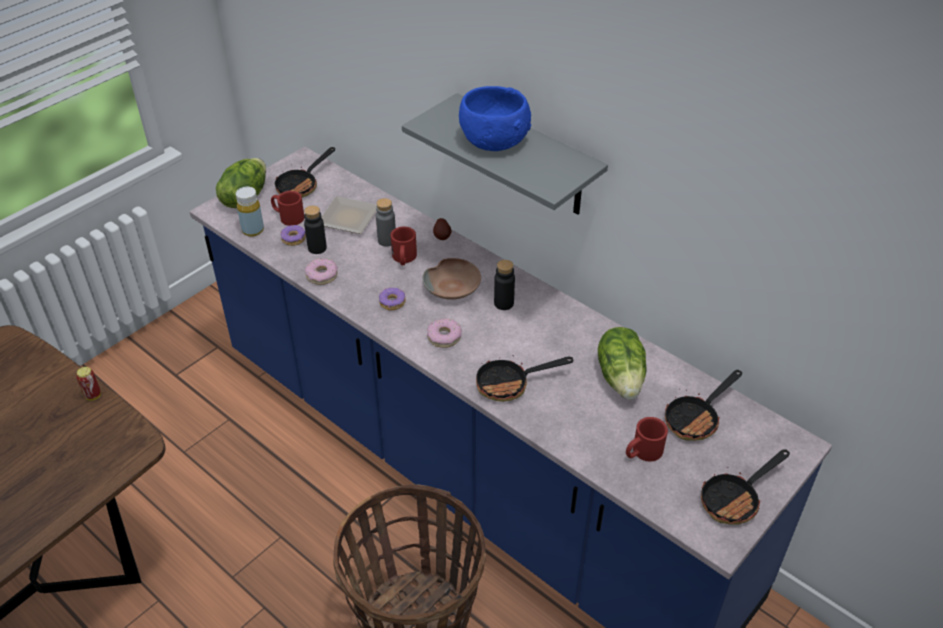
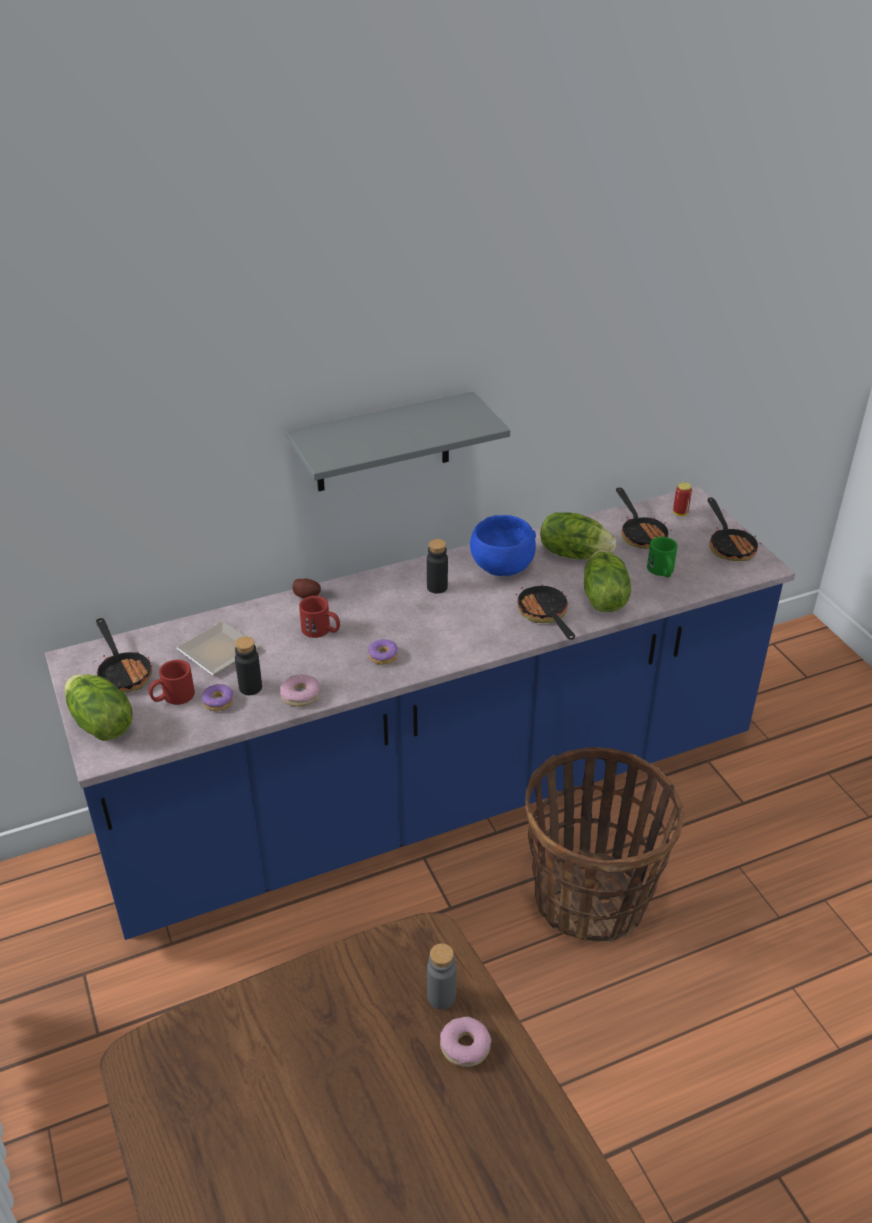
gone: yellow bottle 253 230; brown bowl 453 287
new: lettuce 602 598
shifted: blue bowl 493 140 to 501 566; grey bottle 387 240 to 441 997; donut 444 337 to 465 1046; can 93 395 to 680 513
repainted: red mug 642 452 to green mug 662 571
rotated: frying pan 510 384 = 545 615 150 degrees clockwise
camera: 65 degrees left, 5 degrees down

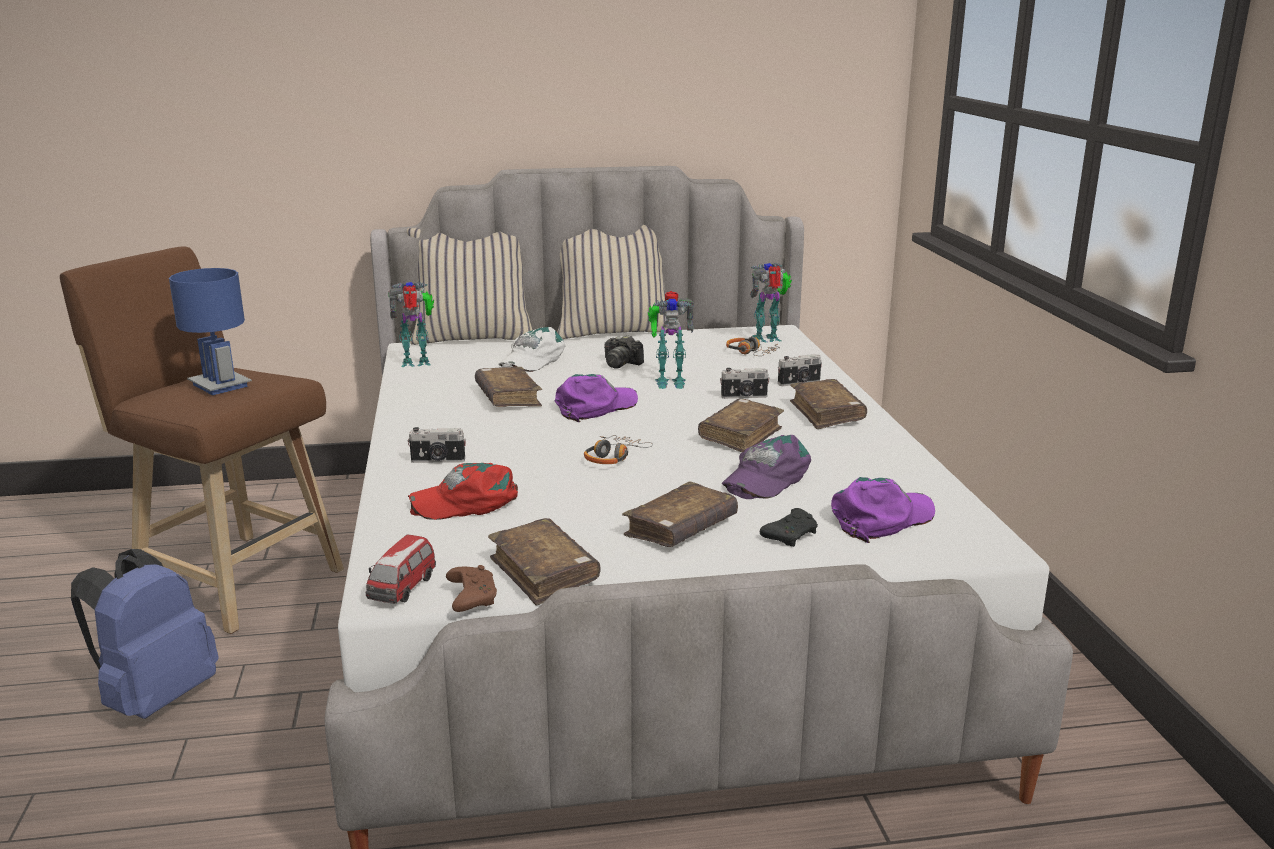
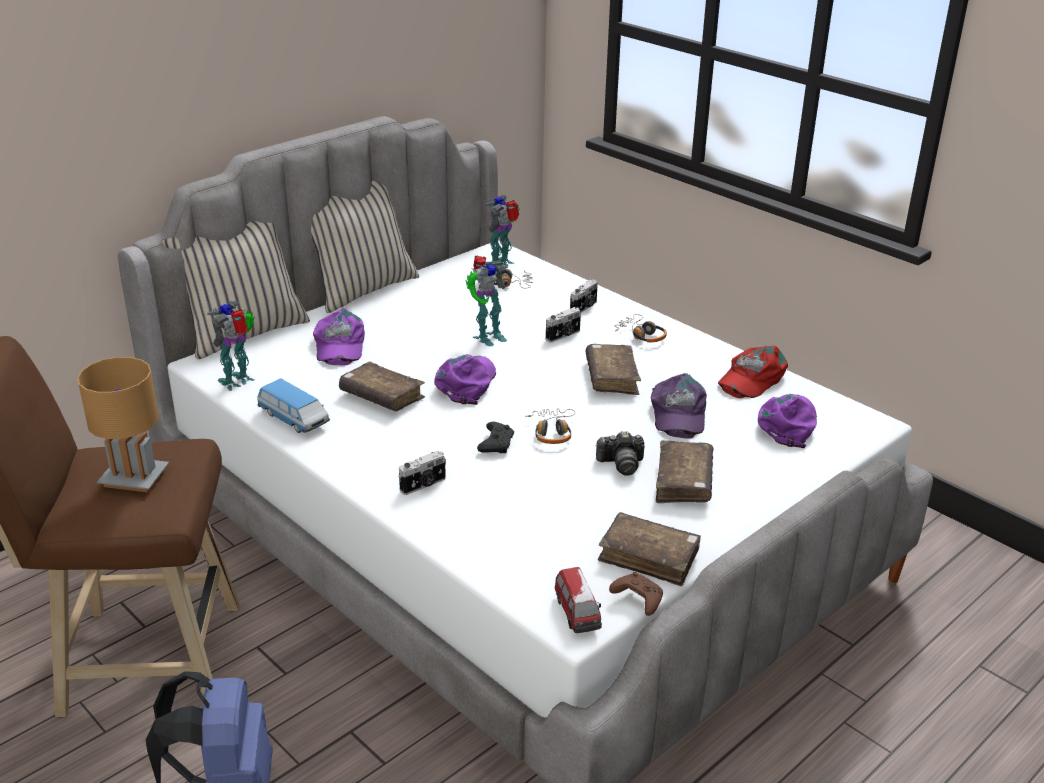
new: toy car 294 419
shifted: photo camera 621 363 to 621 464; red cap 467 502 to 751 378; black game controller 791 535 to 496 444
swapped: brown book 826 413 to headphones 641 335
repainted: blue table lamp 219 386 to brown table lamp 134 478; white cap 531 360 to purple cap 338 345
camera: 35 degrees left, 10 degrees up

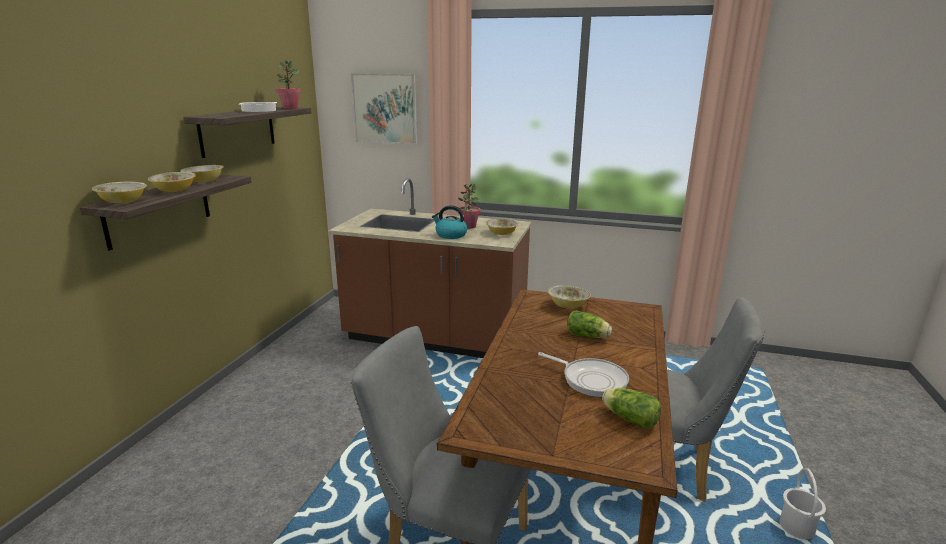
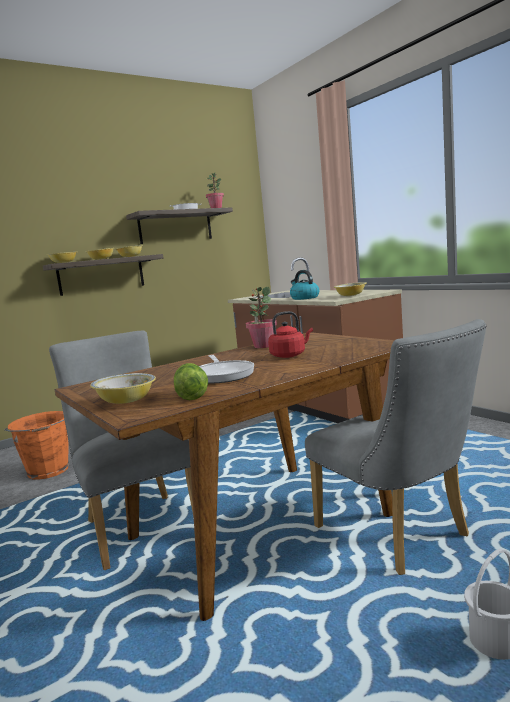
gone: picture 385 108
new: orange bucket 48 471
shifted: potted plant 468 226 to 263 346; bowl 568 305 to 126 401
swapped: lettuce 588 336 to red kettle 289 355
camera: 40 degrees right, 10 degrees down

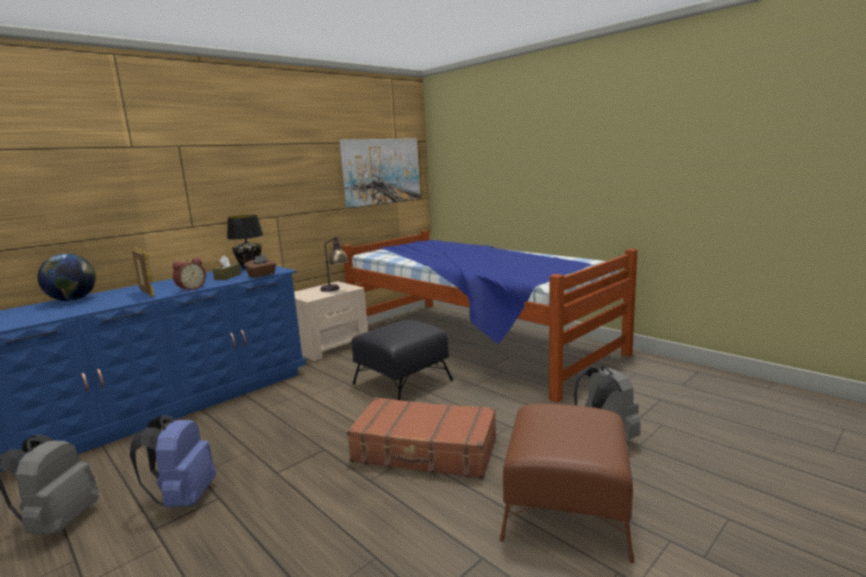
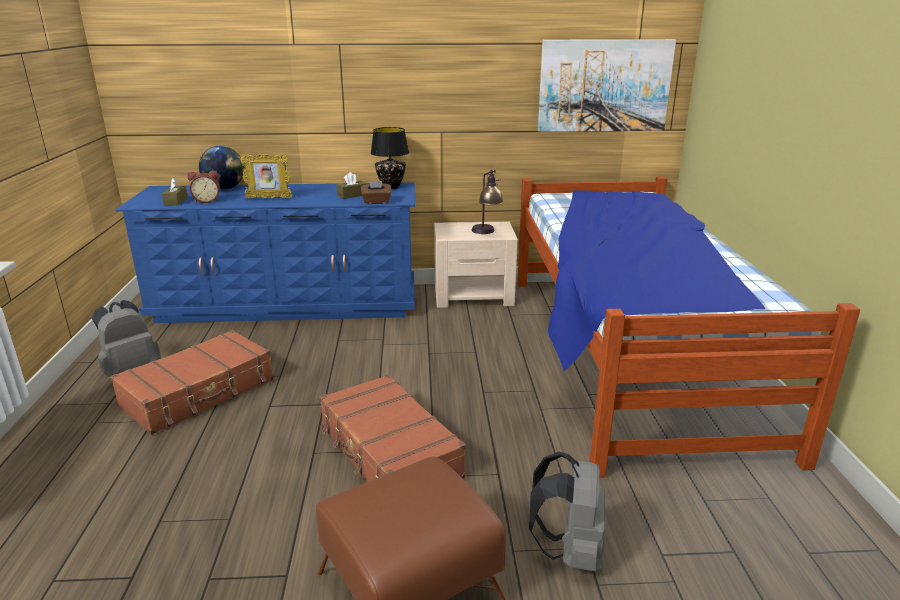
gone: black ottoman 401 382
new: brown tissue box 176 201
shifted: alarm clock 190 288 to 207 201
swapped: blue backpack 184 498 to brown suitcase 199 393
rotated: picture frame 147 294 = 269 198 90 degrees clockwise
camera: 40 degrees right, 10 degrees up

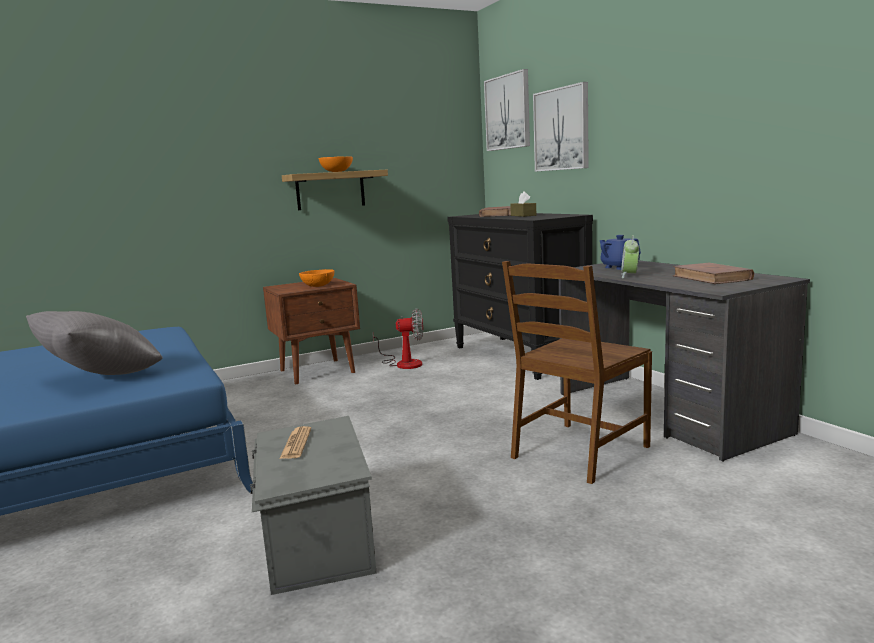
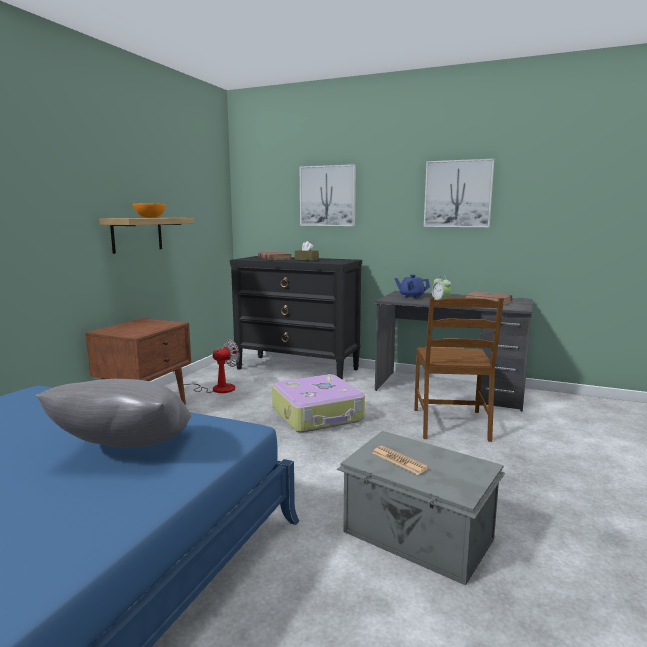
gone: orange bowl 318 286
new: suitcase 318 415
shifted: picture 508 112 to 458 194
camera: 40 degrees left, 0 degrees up

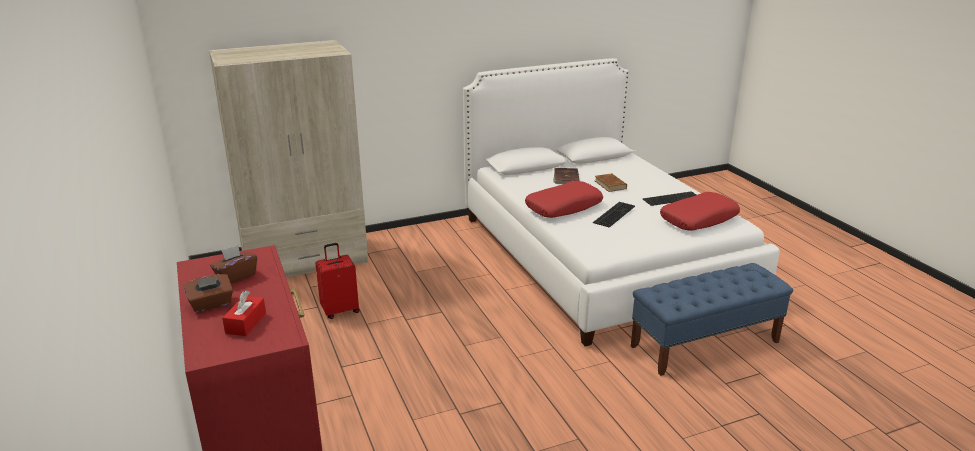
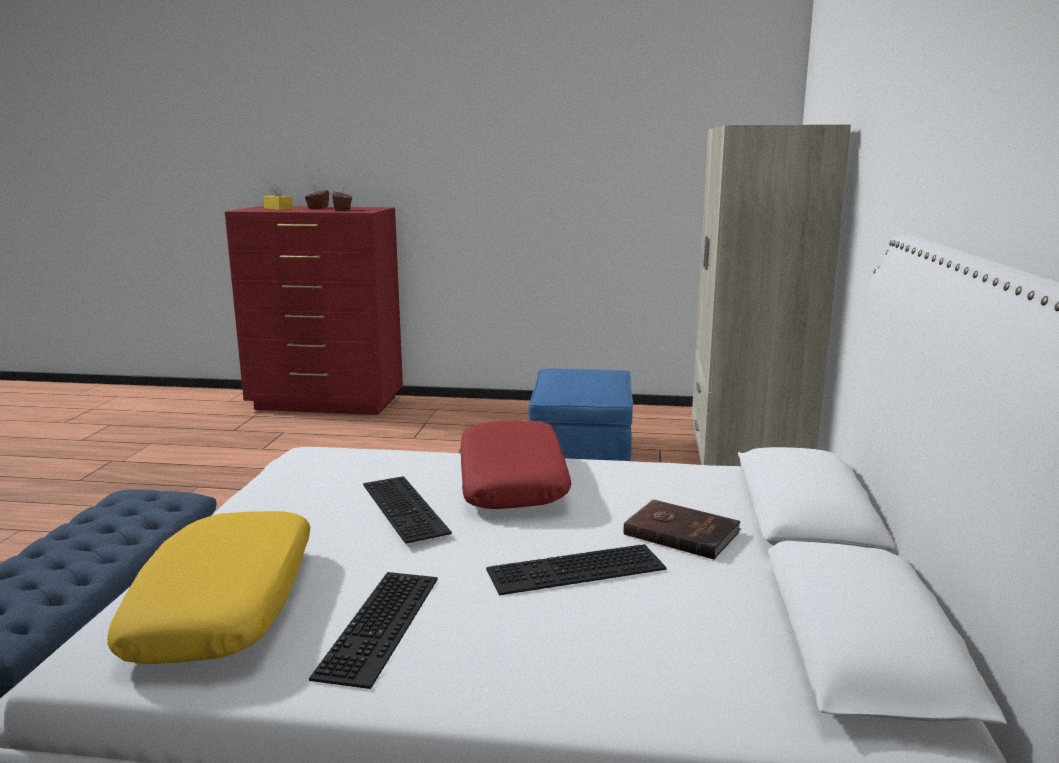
swapped: brown book 610 185 to keyboard 575 571; red suitcase 340 310 to blue ottoman 581 455
repainted: red pillow 698 219 to yellow pillow 225 605; red tissue box 246 323 to yellow tissue box 278 208
camera: 120 degrees right, 10 degrees down

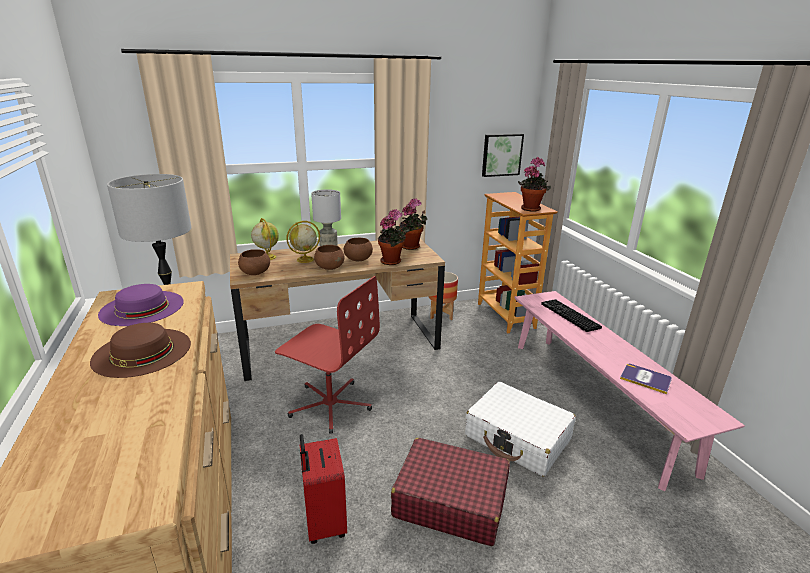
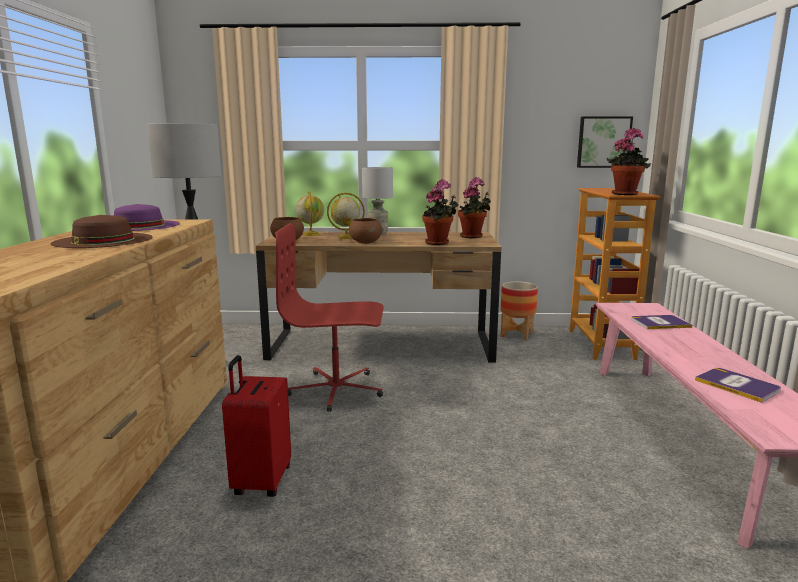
gone: brown bowl 358 260; white suitcase 518 438; red suitcase 450 500
swapped: keyboard 568 316 to book 660 323
rotated: red office chair 330 405 = 336 390 135 degrees clockwise
camera: 20 degrees right, 10 degrees down

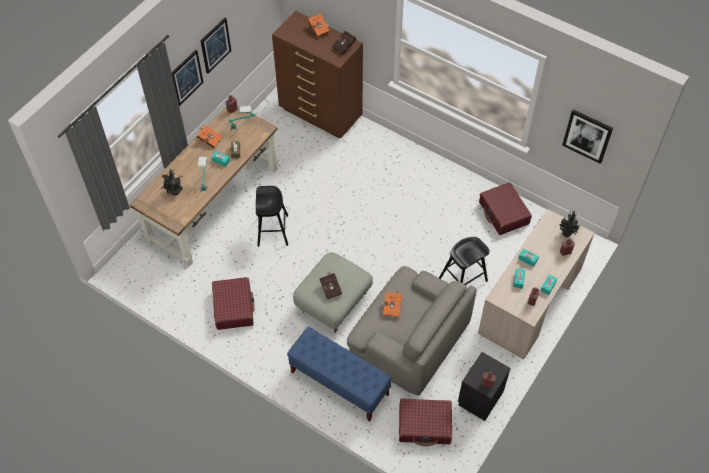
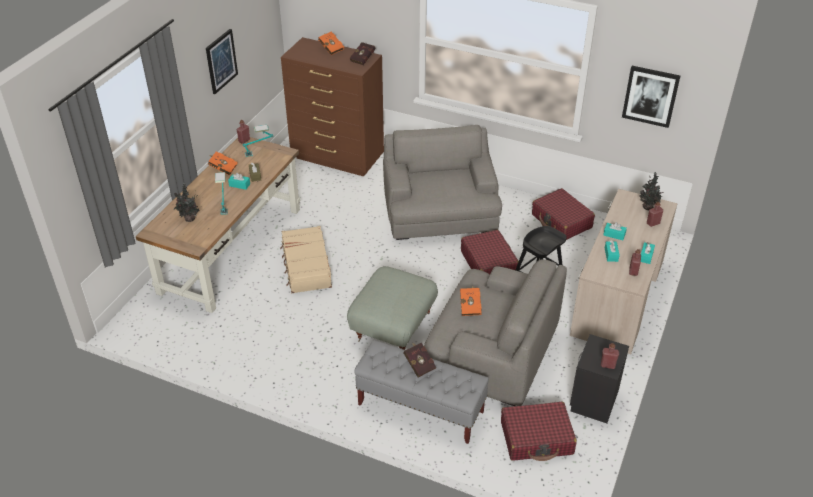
gone: picture 186 77
new: grey armchair 440 214
shifted: red book 330 288 to 419 364; red suitcase 233 307 to 488 263
swapped: black stool 273 230 to beige suitcase 306 266
repainted: blue bench 339 383 to grey bench 420 408
camera: 10 degrees left, 15 degrees down

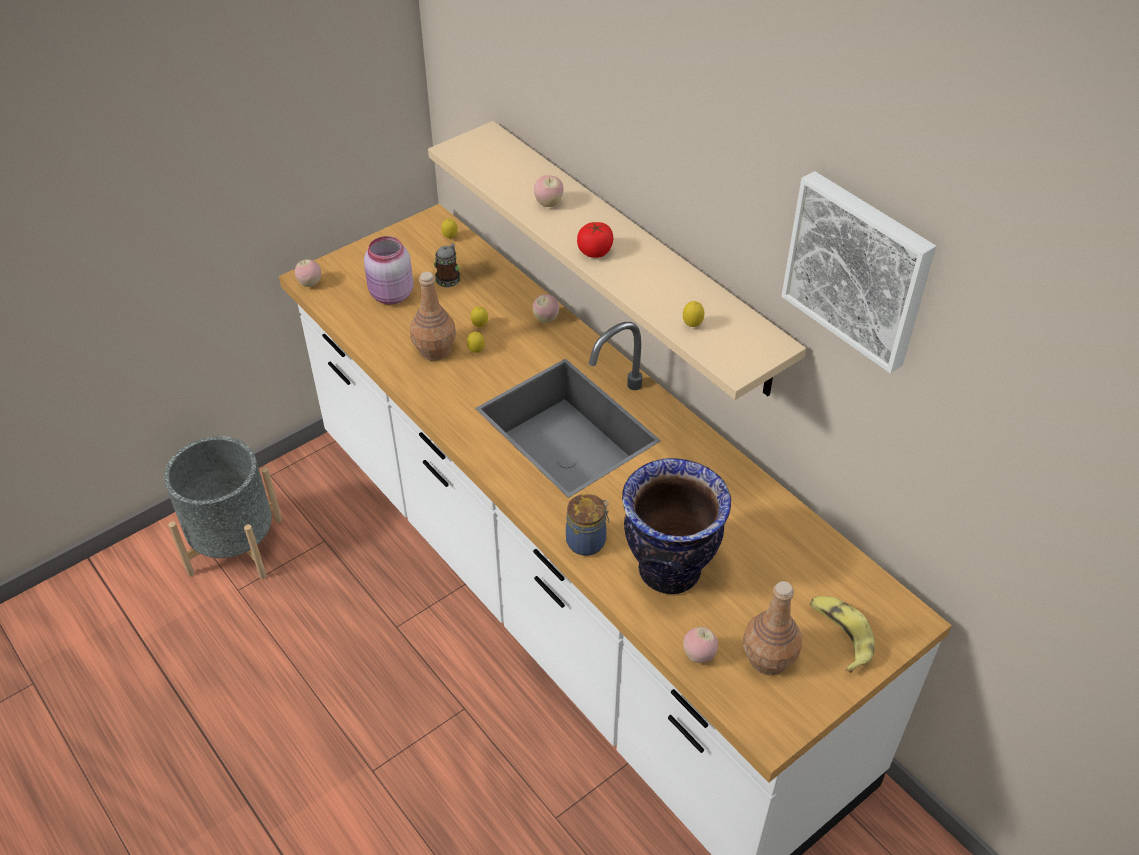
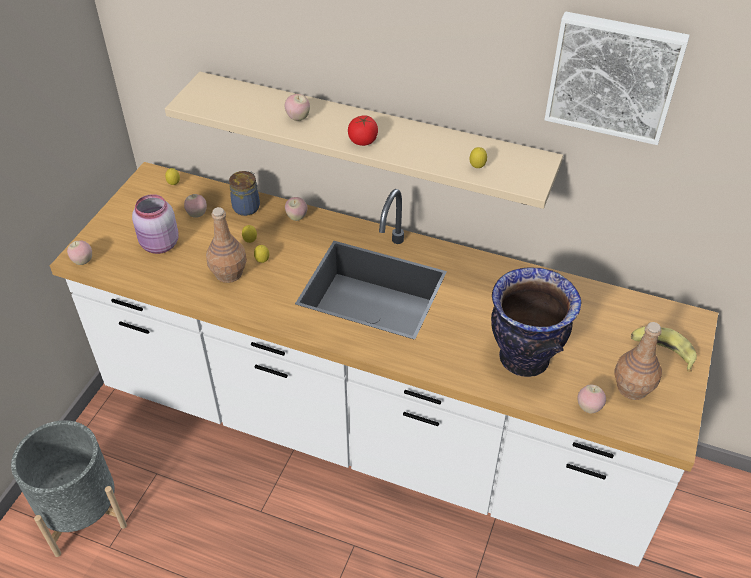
shifted: jar 587 541 to 247 207
swapped: mug 449 278 to apple 197 214
camera: 30 degrees left, 0 degrees up

